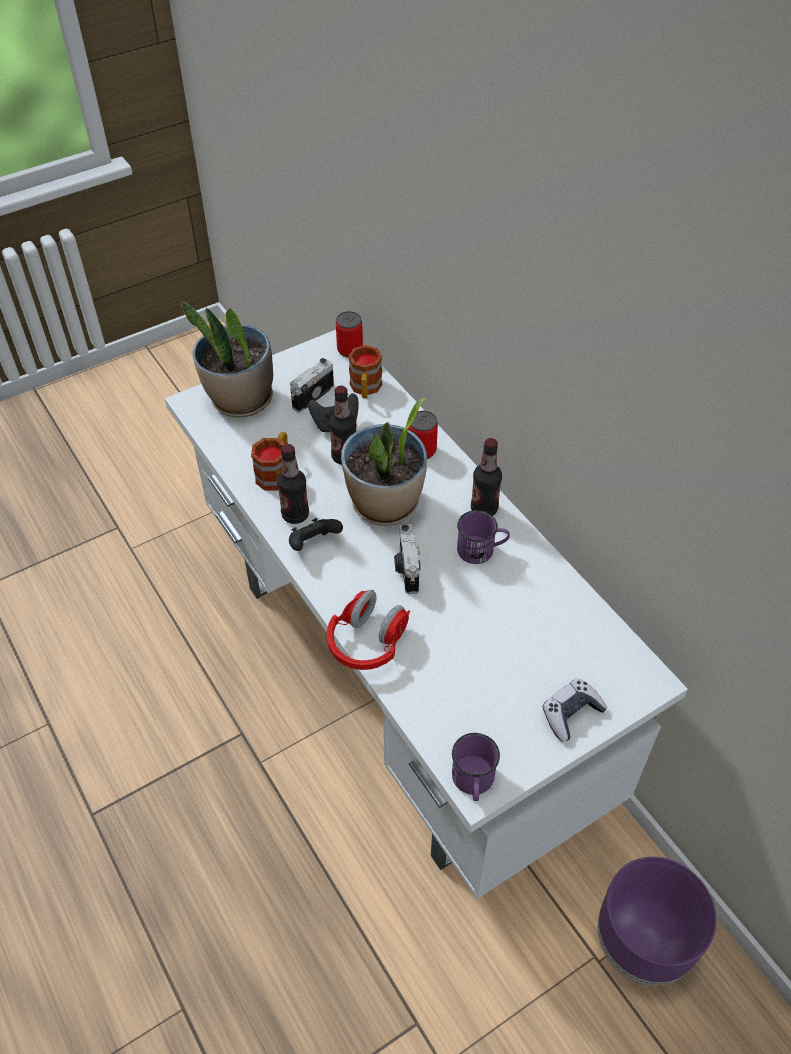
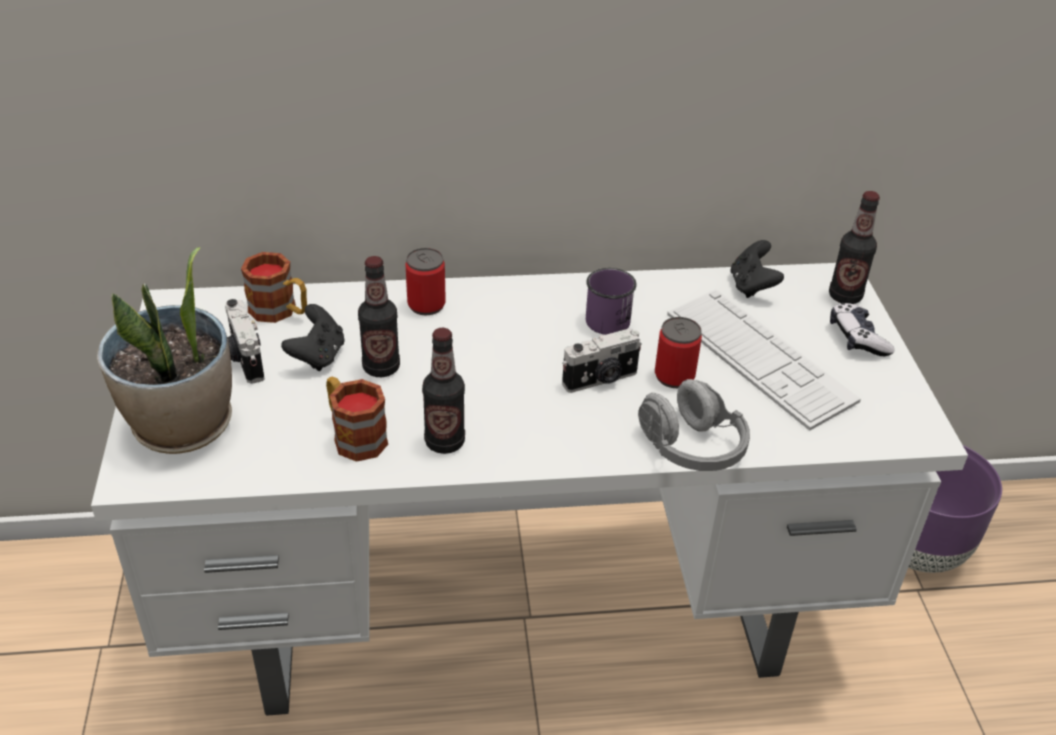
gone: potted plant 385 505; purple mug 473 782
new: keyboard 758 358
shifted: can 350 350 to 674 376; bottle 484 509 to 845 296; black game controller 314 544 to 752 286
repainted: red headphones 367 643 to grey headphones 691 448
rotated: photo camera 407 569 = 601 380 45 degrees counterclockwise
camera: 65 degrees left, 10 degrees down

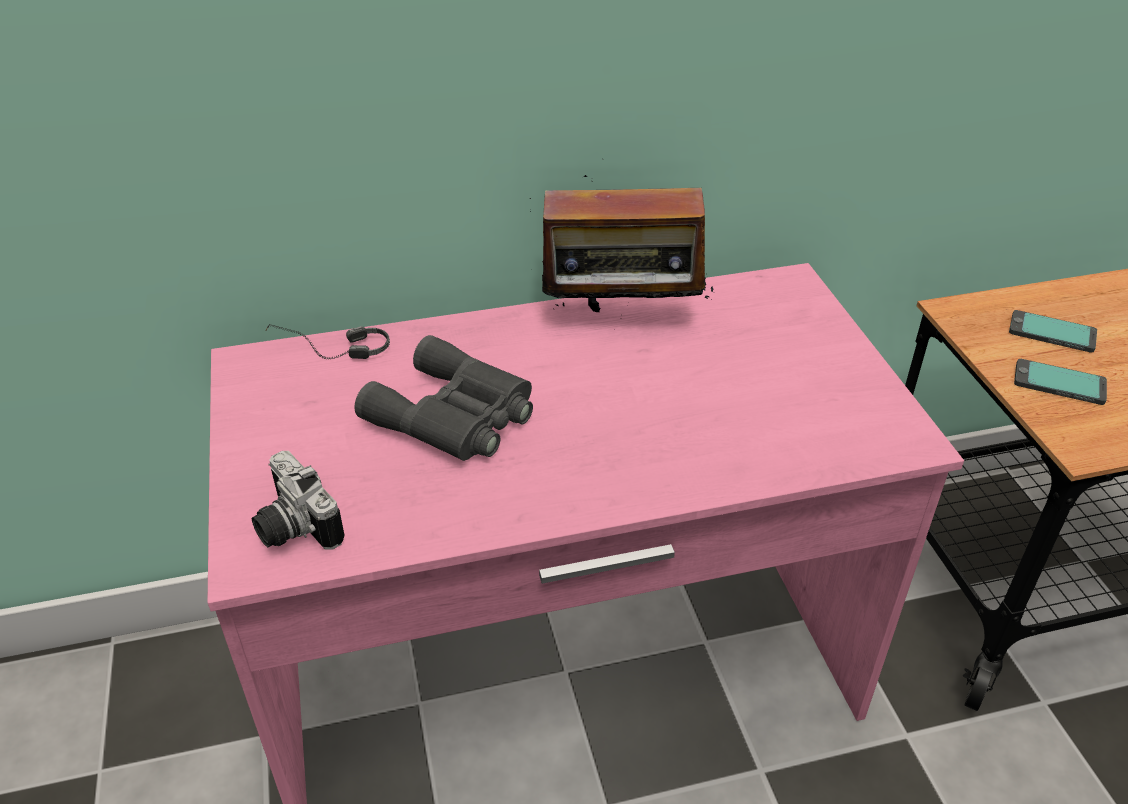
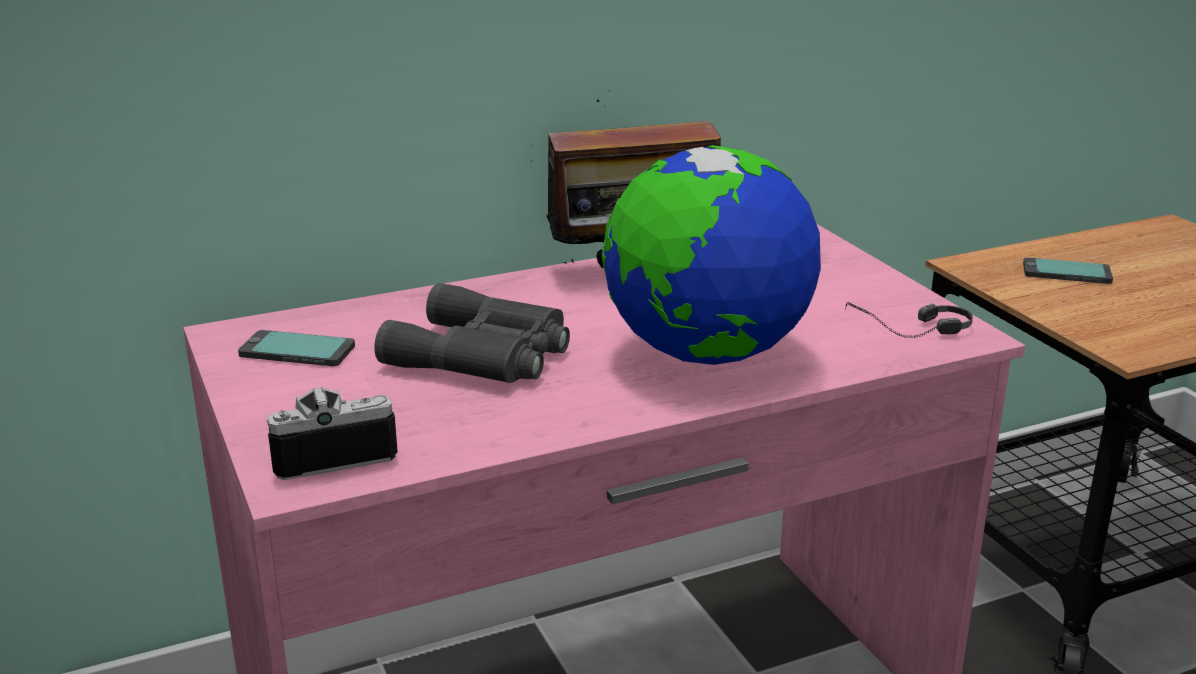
new: globe 706 354
shifted: headphones 331 353 to 910 333; phone 1059 384 to 297 351
rotated: photo camera 292 528 = 332 452 120 degrees clockwise
camera: 10 degrees left, 15 degrees down

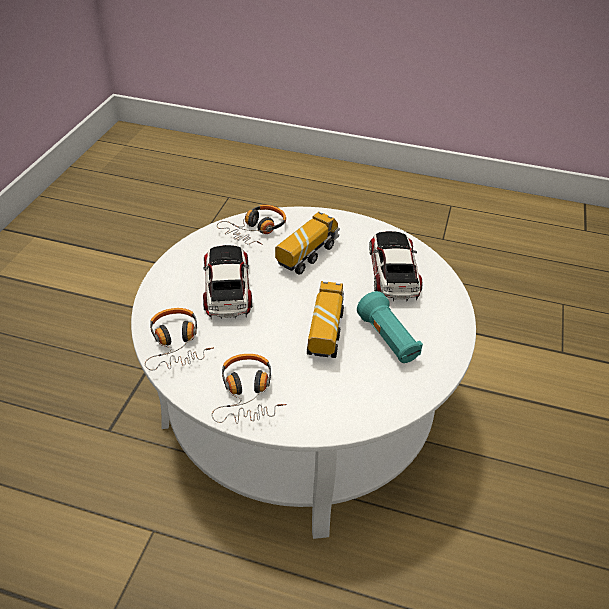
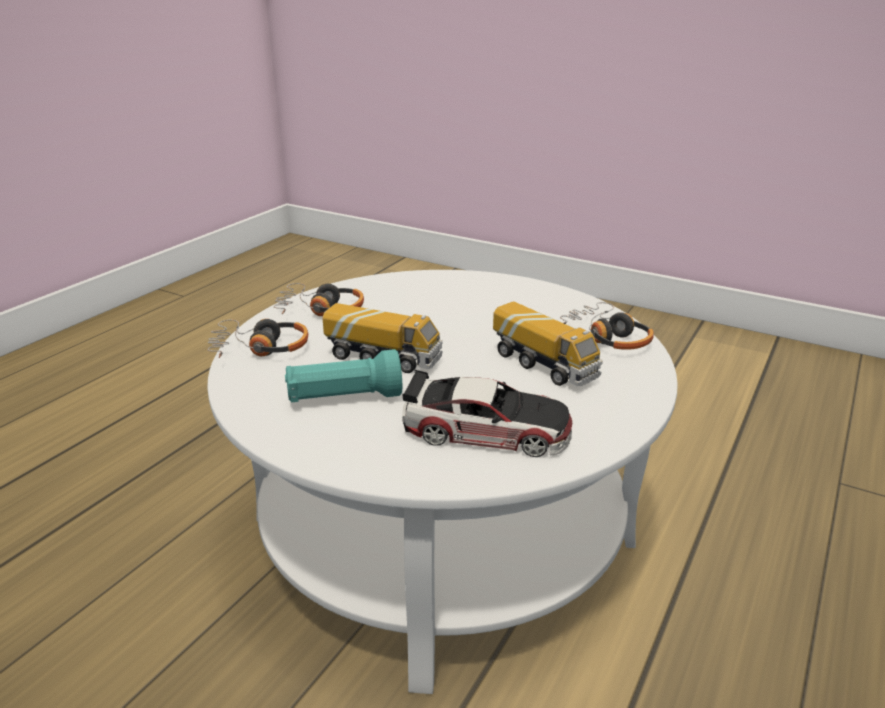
gone: toy car 227 288
shifted: headphones 177 344 to 259 348
camera: 105 degrees right, 15 degrees down

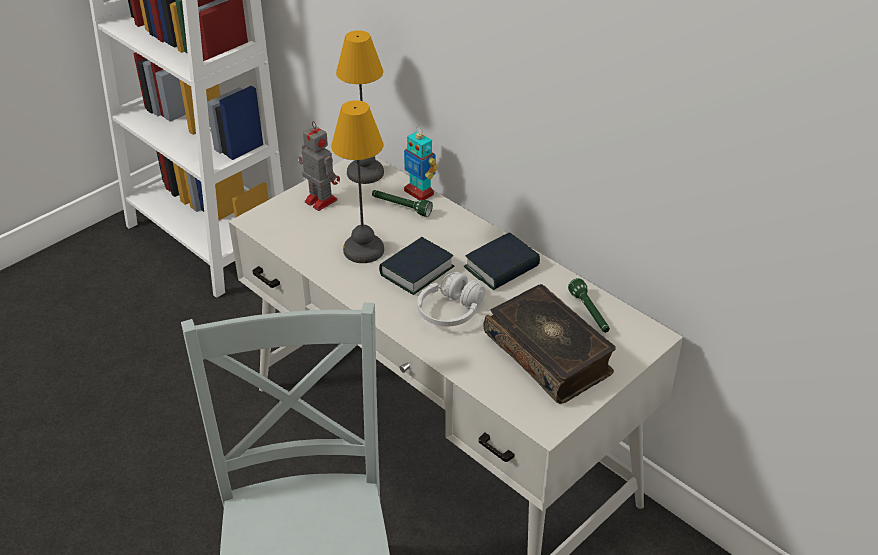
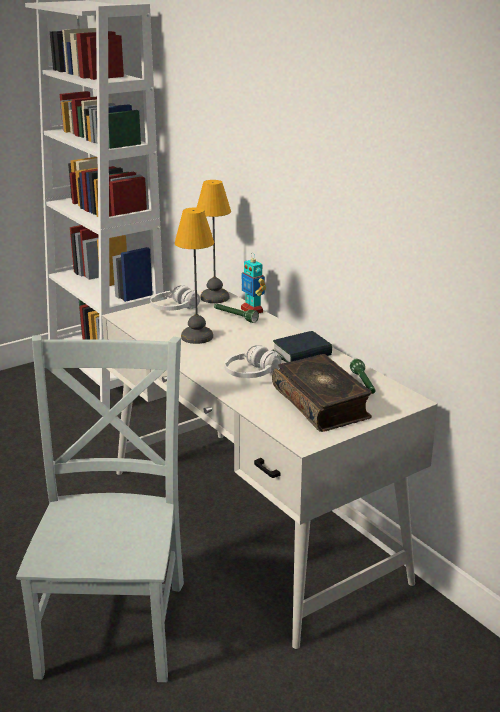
gone: book 416 271
swapped: toy robot 320 200 to white headphones 174 309
camera: 10 degrees right, 15 degrees down

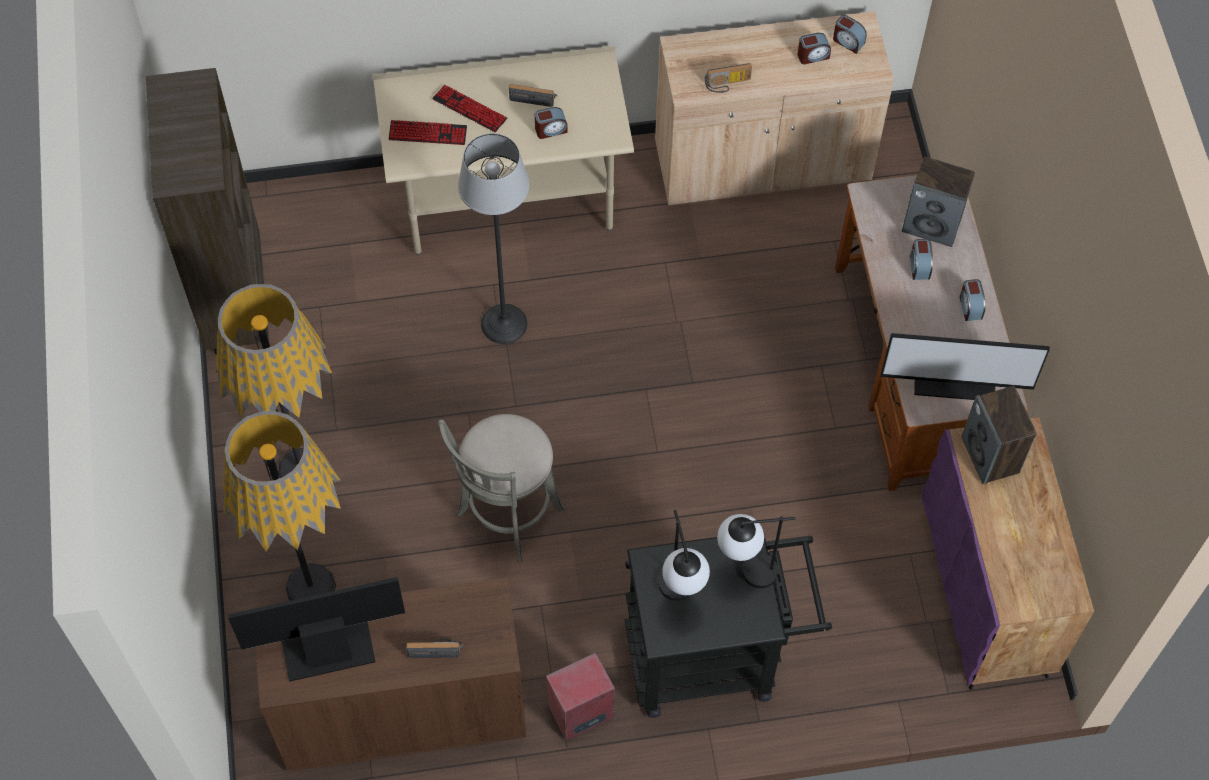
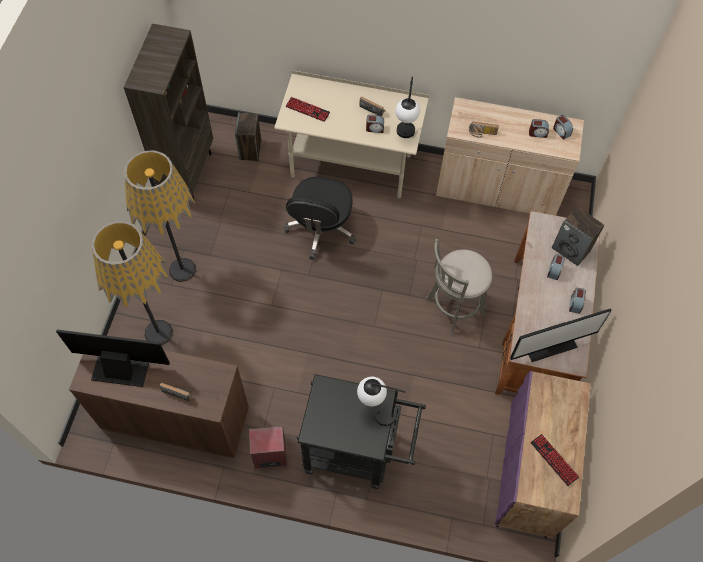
shifted: keyboard 469 109 to 554 460; speaker 991 455 to 250 150; grey stool 506 516 to 452 309; table lamp 680 597 to 405 137
swapped: floor lamp 503 324 to black office chair 321 229
rotated: monitor 954 379 = 549 343 45 degrees counterclockwise
camera: 20 degrees right, 0 degrees up

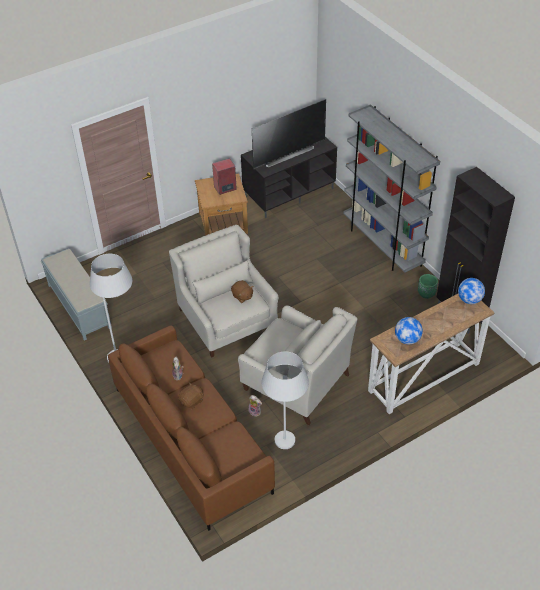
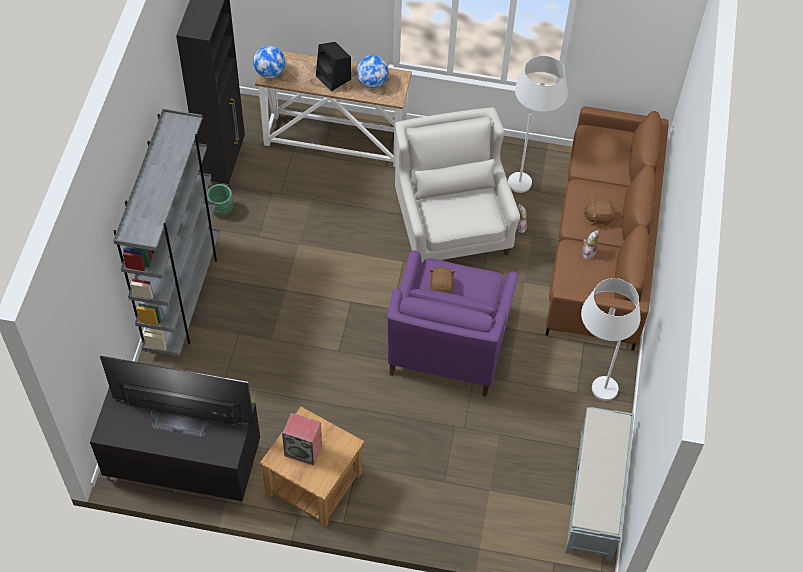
new: black speaker 334 78
repainted: white armchair 226 320 to purple armchair 448 342
camera: 140 degrees left, 10 degrees up

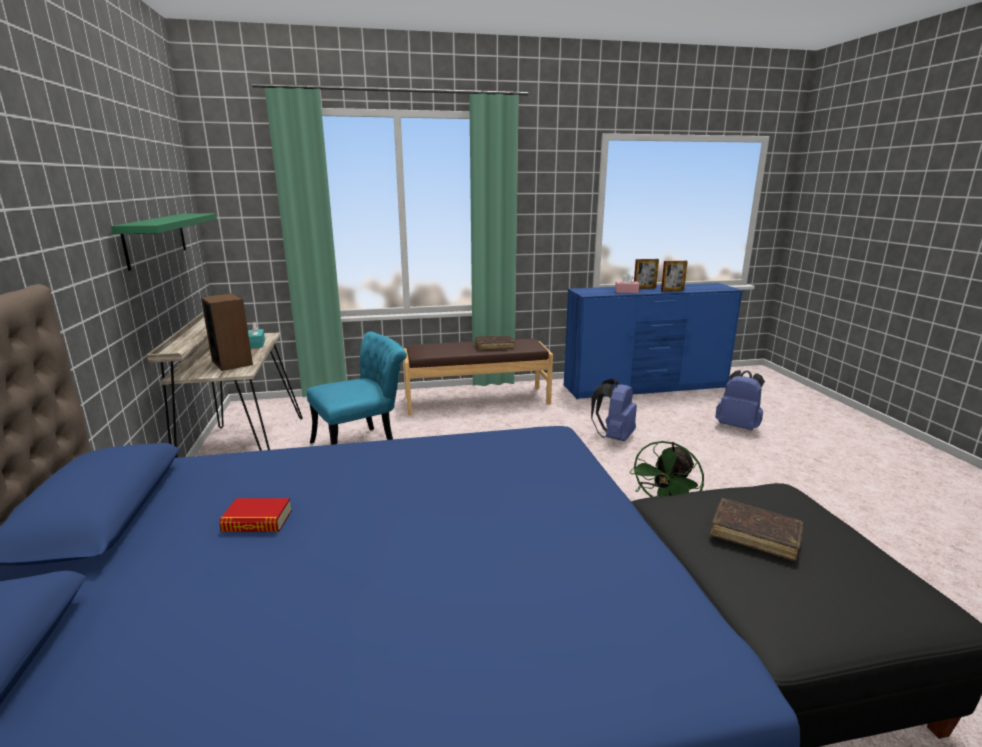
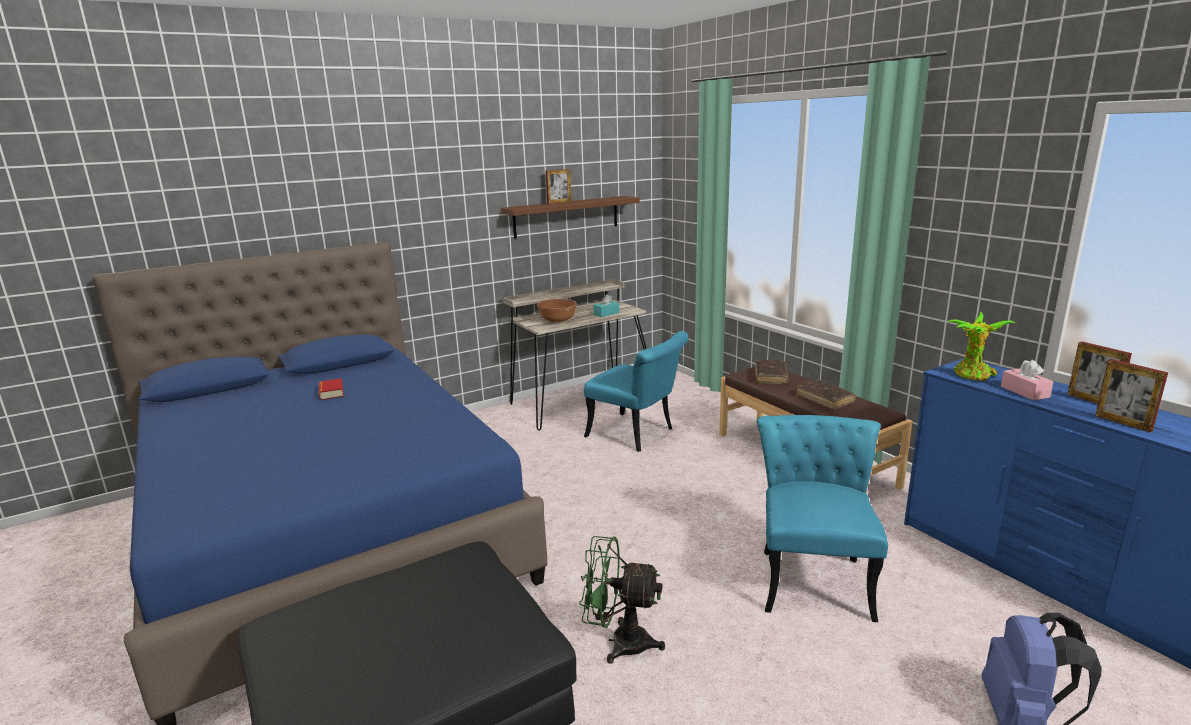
new: picture frame 559 203; potted plant 973 376
shifted: brown book 754 535 to 771 377
swapped: speaker 232 363 to brown bowl 557 321; blue backpack 614 437 to turquoise chair 812 575
repainted: green shelf 156 239 to brown shelf 566 216
camera: 70 degrees right, 0 degrees up

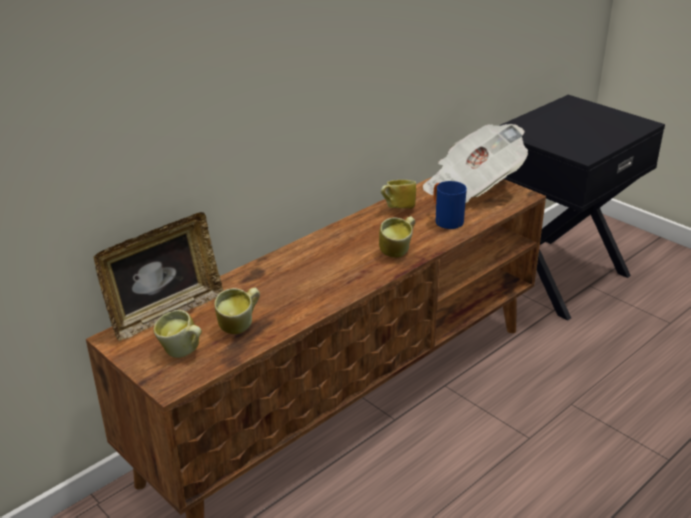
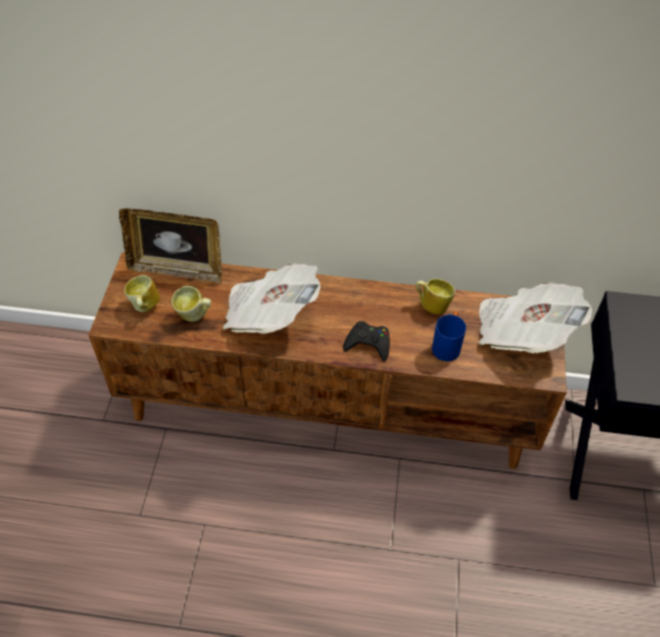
new: newspaper 270 314
swapped: mug 398 252 to black game controller 368 343
camera: 50 degrees right, 20 degrees up

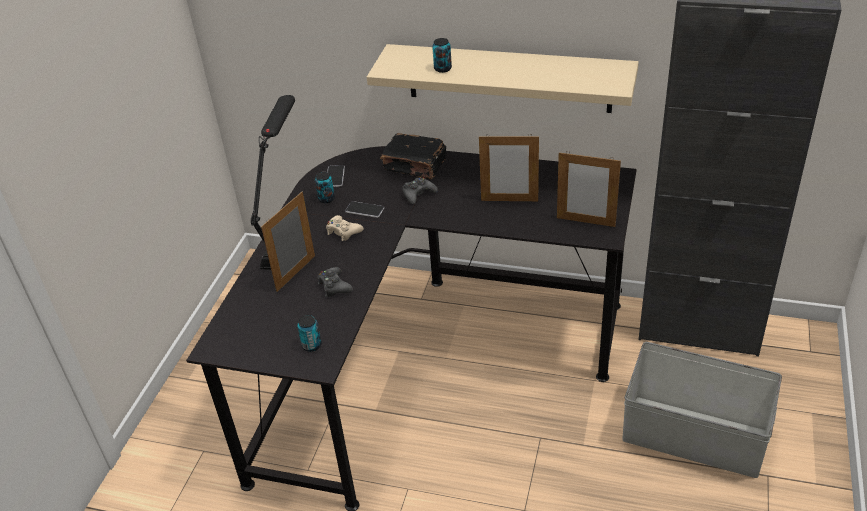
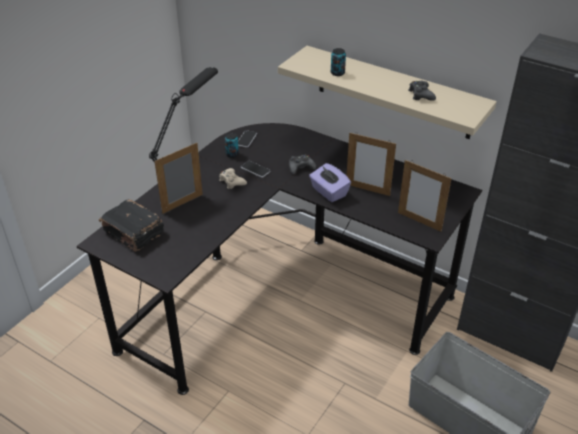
gone: can 312 345
new: purple tissue box 329 192
shifted: black book 415 165 to 133 233; black game controller 334 286 to 421 95
camera: 15 degrees right, 0 degrees up

